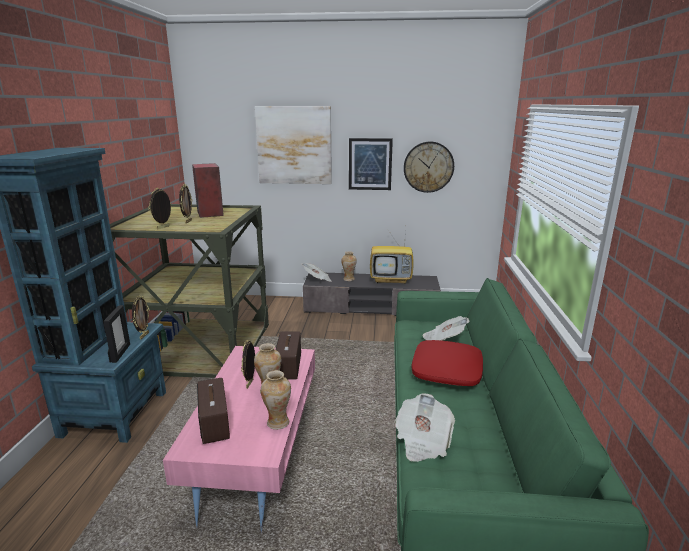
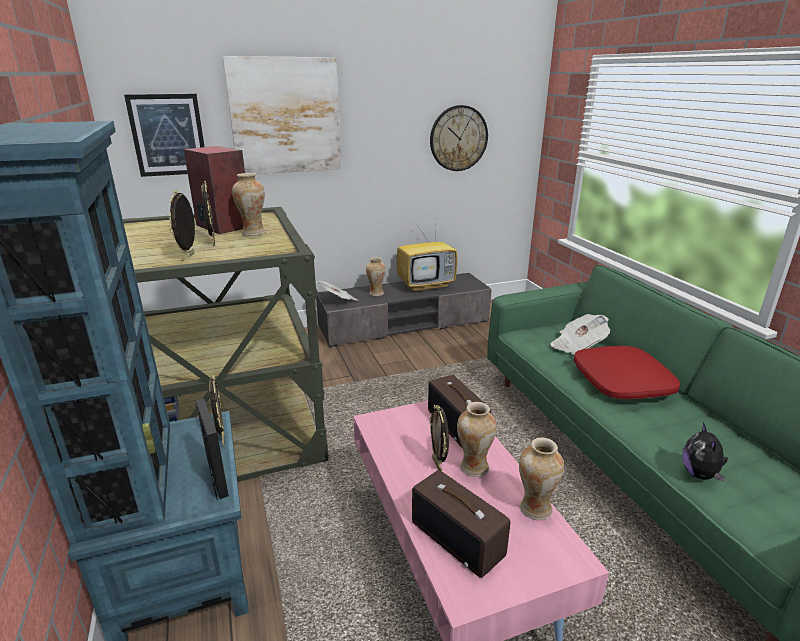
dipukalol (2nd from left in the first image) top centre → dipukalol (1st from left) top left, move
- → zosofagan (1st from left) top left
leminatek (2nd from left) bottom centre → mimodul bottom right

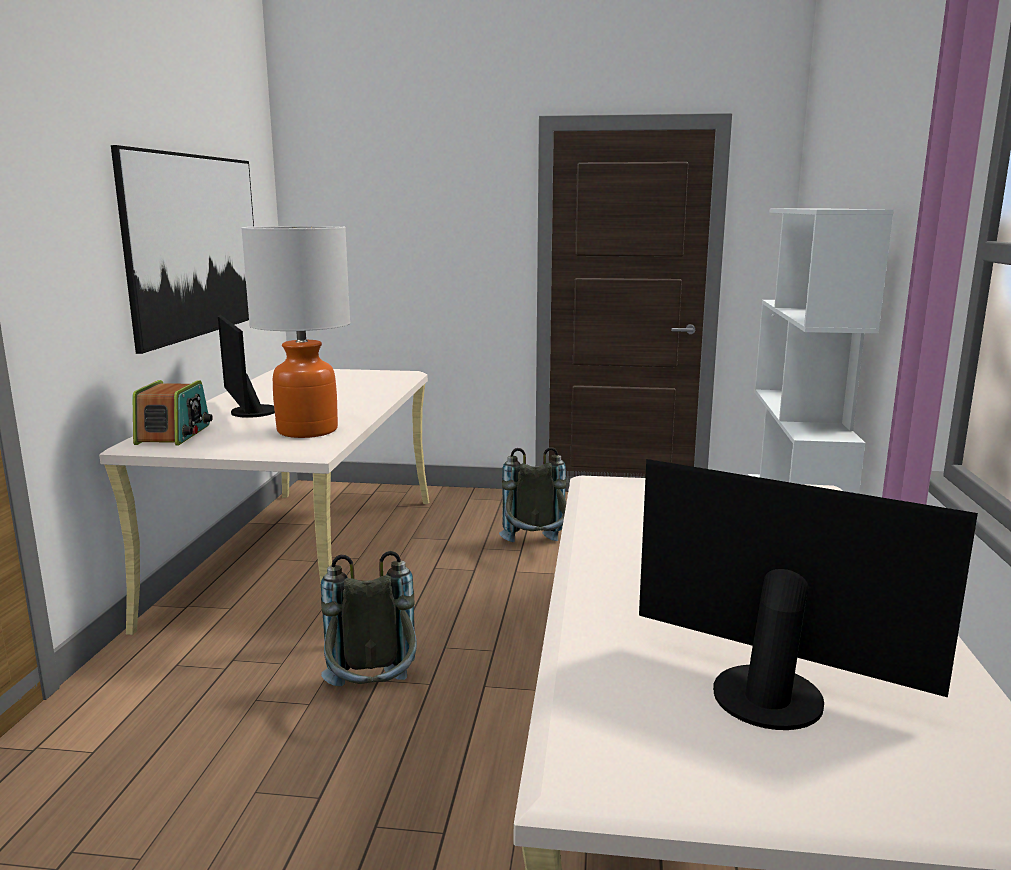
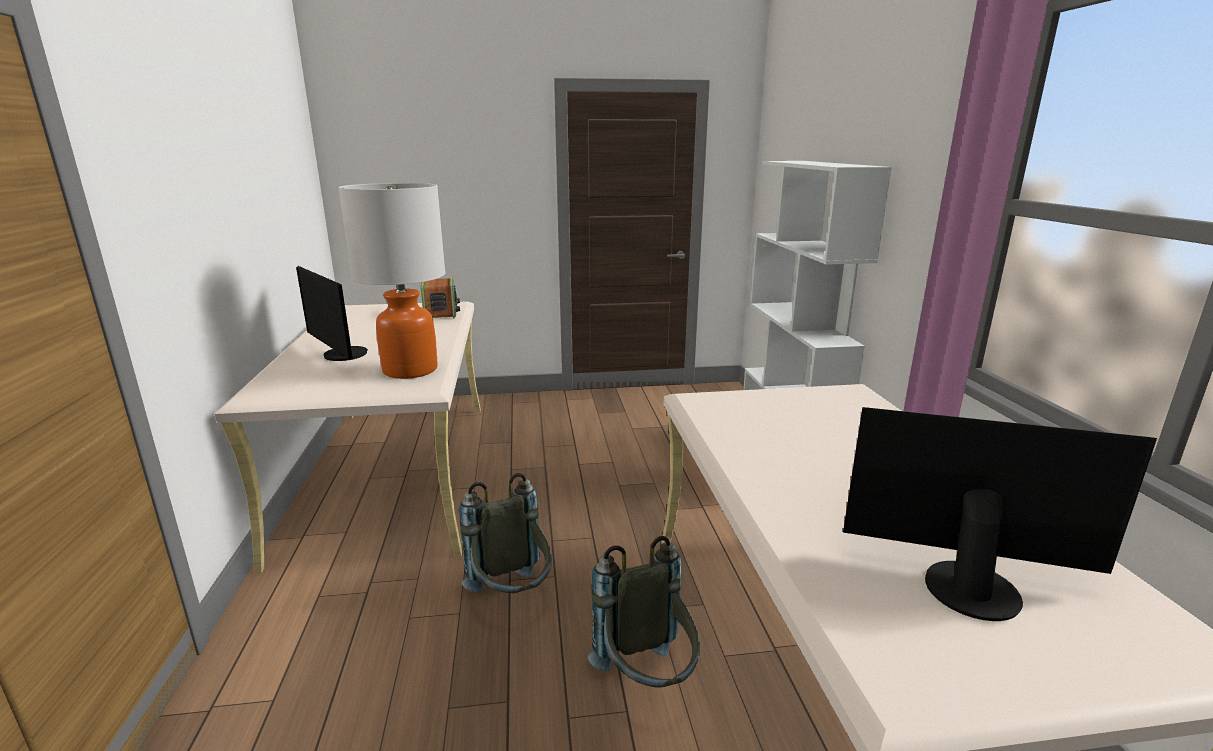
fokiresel middle left → fokiresel centre, move
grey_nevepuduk (2nd from left) centre → grey_nevepuduk (2nd from left) bottom centre, move
dipukalol top left → -

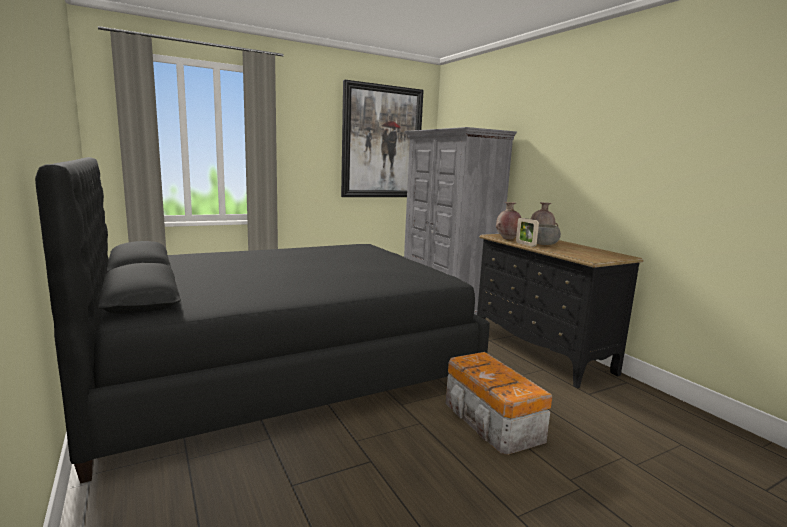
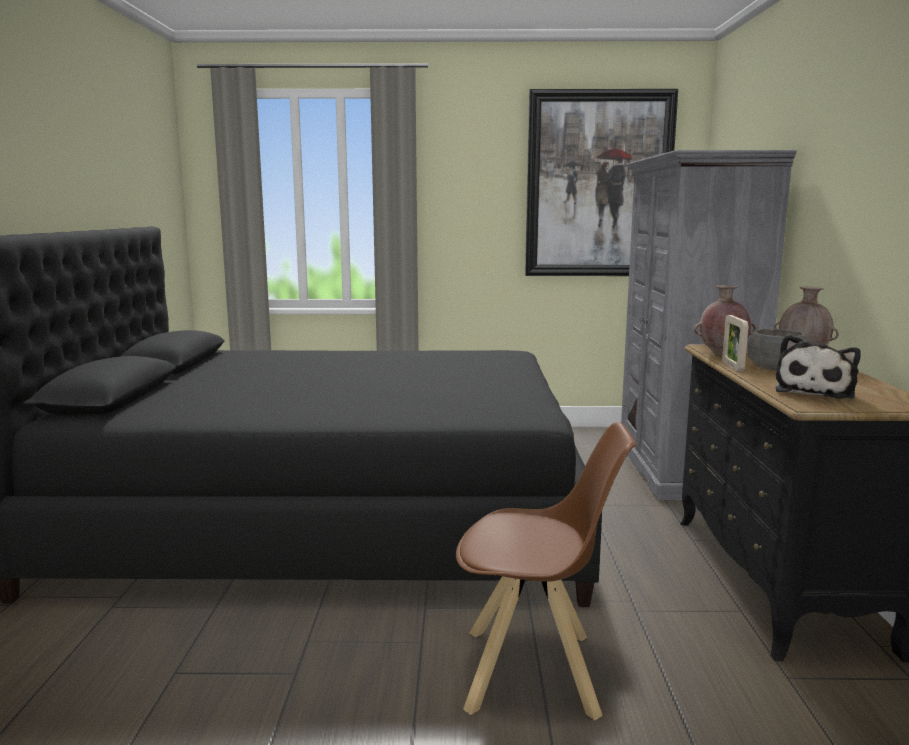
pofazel bottom centre → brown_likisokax bottom centre
- → mimodul middle right

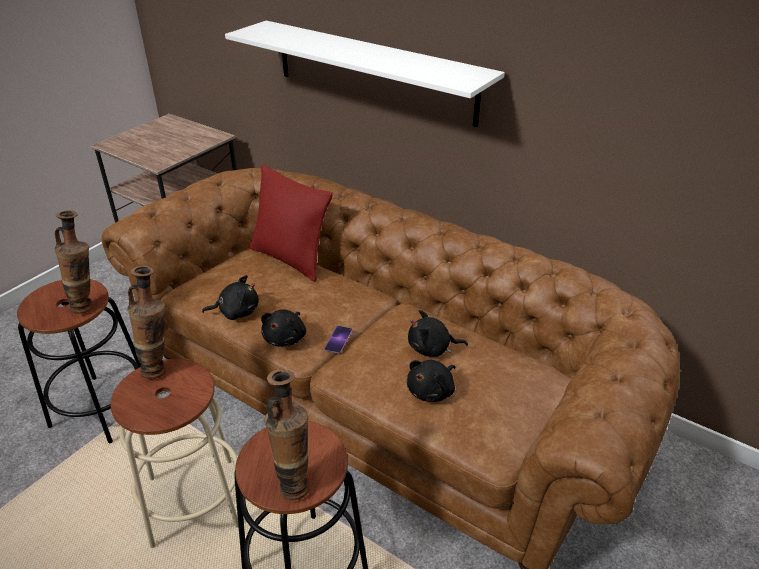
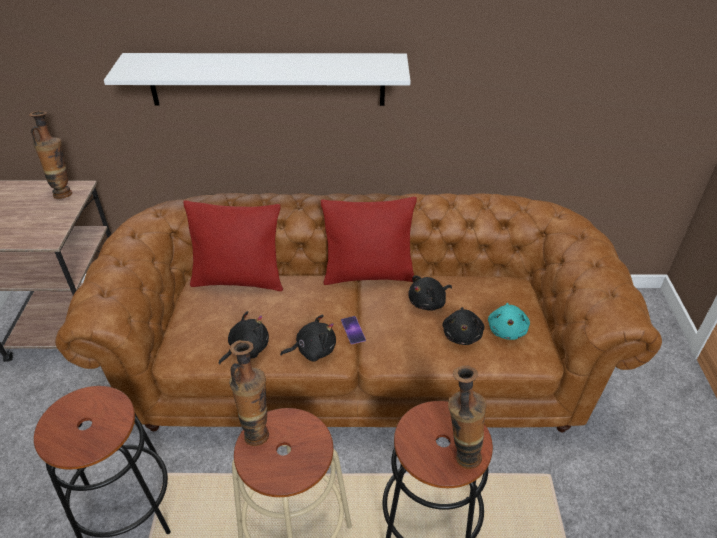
zosofagan (1st from left) middle left → zosofagan (1st from left) top left, move
black_mimodul (2nd from left) centre, 90 degrees counterclockwise
- → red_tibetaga (2nd from left) centre
- → turquoise_mimodul middle right

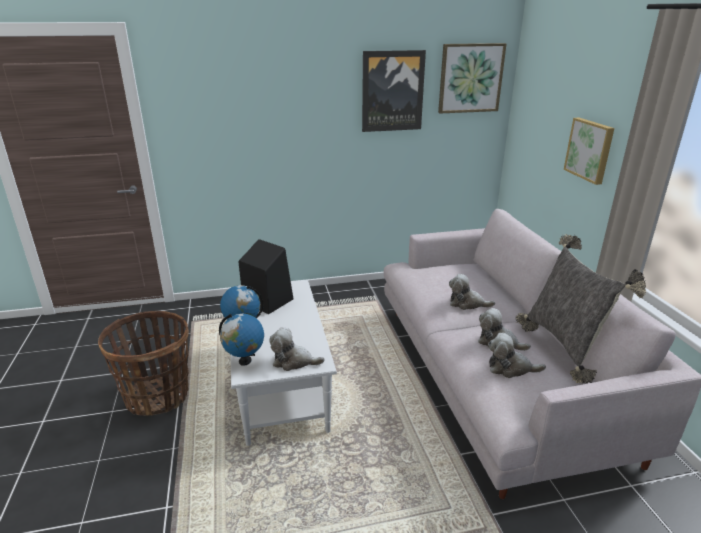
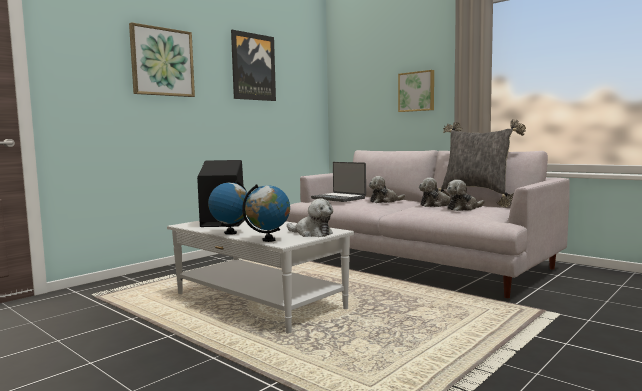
dipukalol (2nd from left in the first image) top right → dipukalol (1st from left) top left, move
mimodul (1st from left) centre, 120 degrees counterclockwise
- → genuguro centre
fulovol bottom left → -

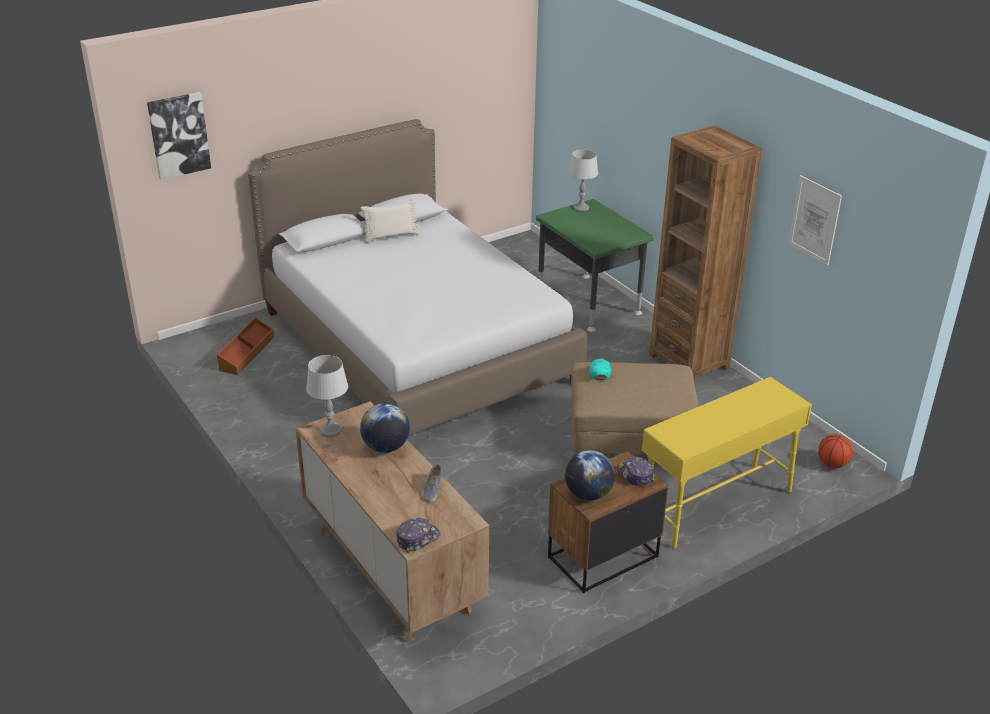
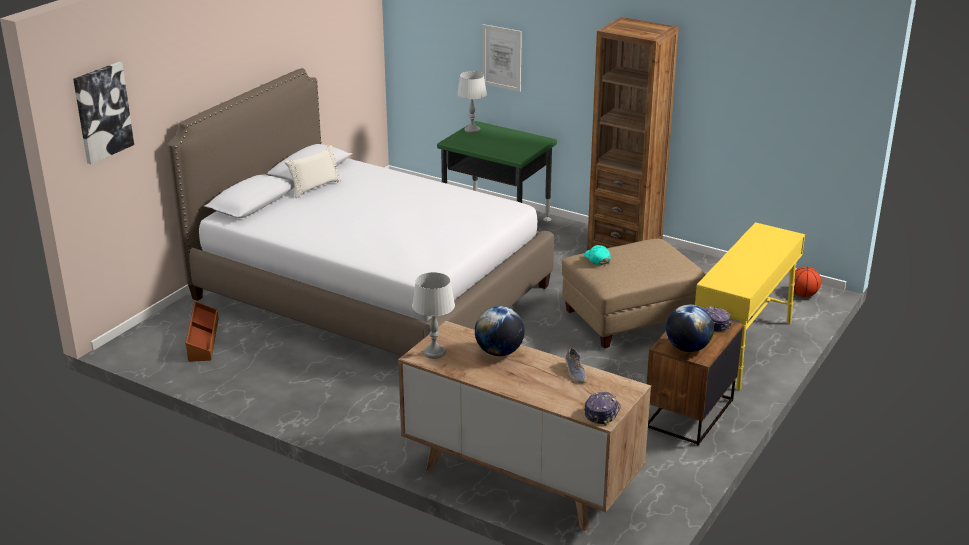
dipukalol (2nd from left) top right → dipukalol (2nd from left) top centre, move

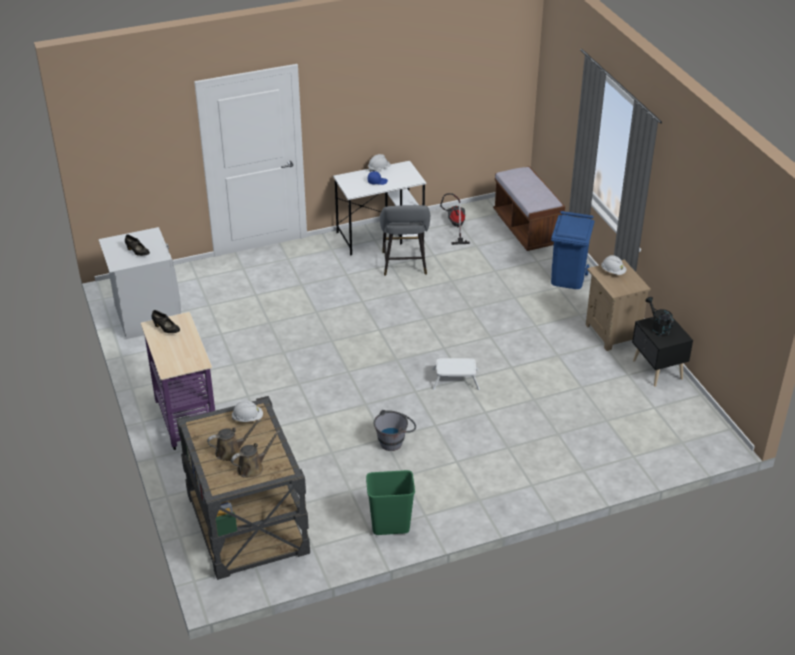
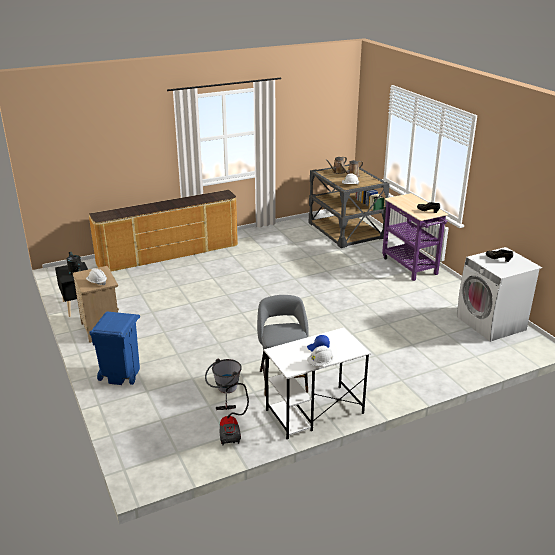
- → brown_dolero middle left
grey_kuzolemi centre → grey_kuzolemi bottom centre, move
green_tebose bottom centre → -
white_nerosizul centre → -
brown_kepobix top centre → -

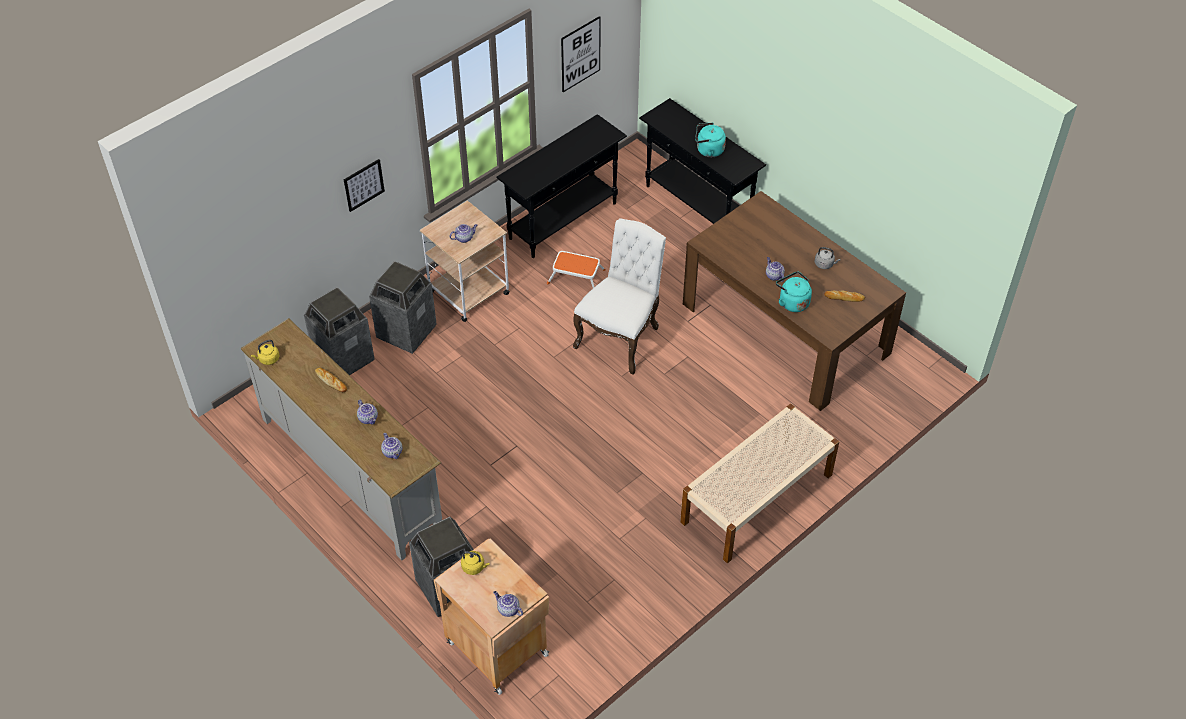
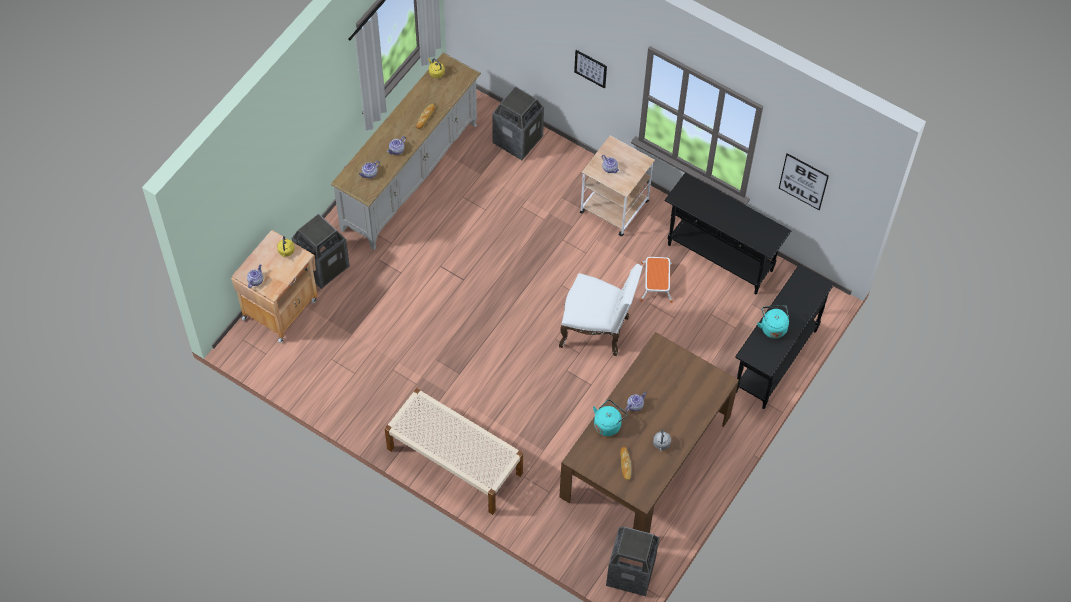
tebose (2nd from left in the first image) centre → tebose (3rd from left) bottom centre, move

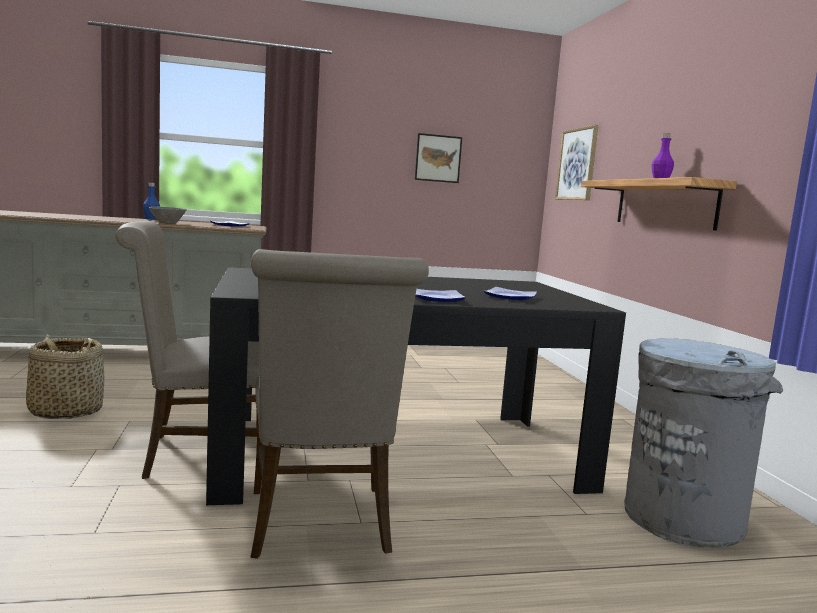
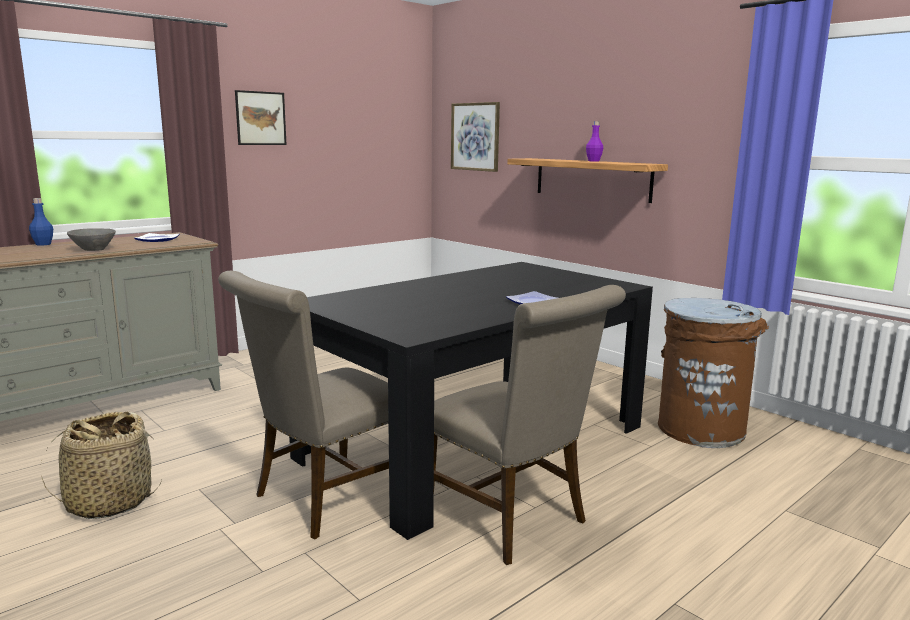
dipukalol (1st from left) top centre → dipukalol (1st from left) top left, move
grey_tebose bottom right → brown_tebose middle right
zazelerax (3rd from left) centre → -

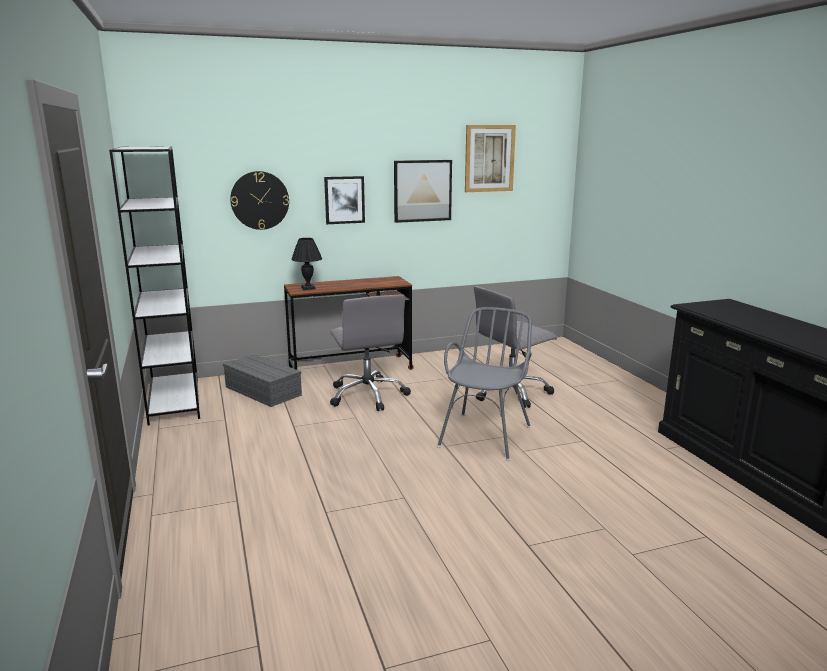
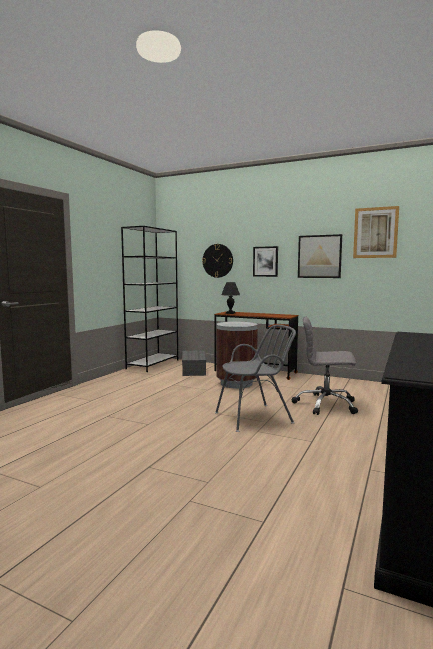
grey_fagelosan (1st from left) centre → brown_tebose centre

